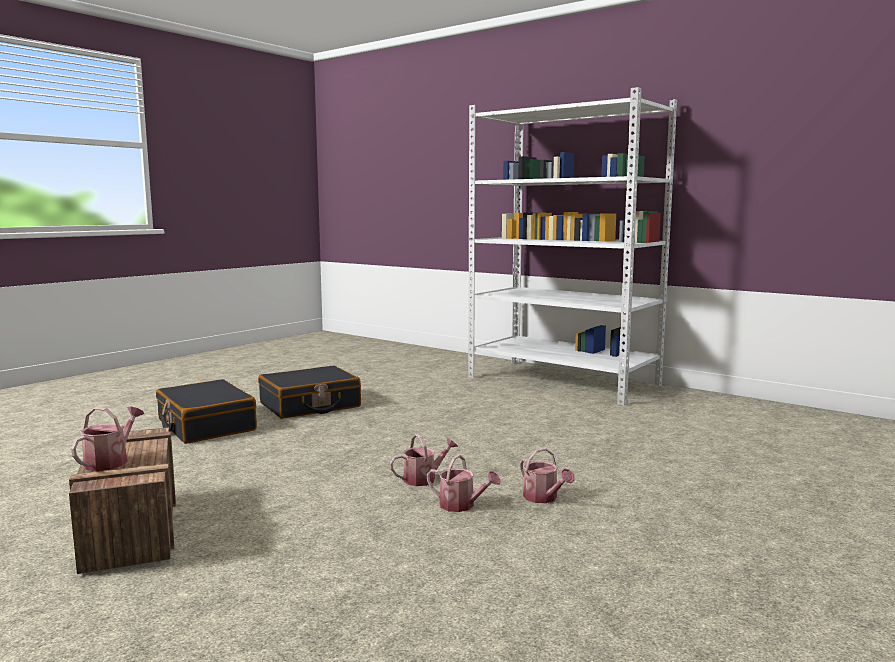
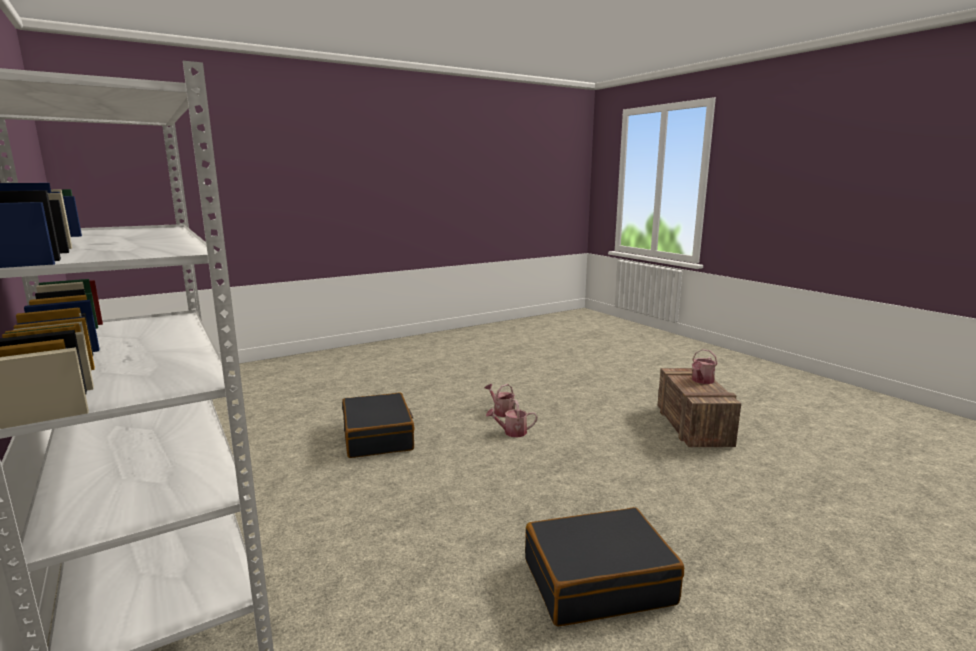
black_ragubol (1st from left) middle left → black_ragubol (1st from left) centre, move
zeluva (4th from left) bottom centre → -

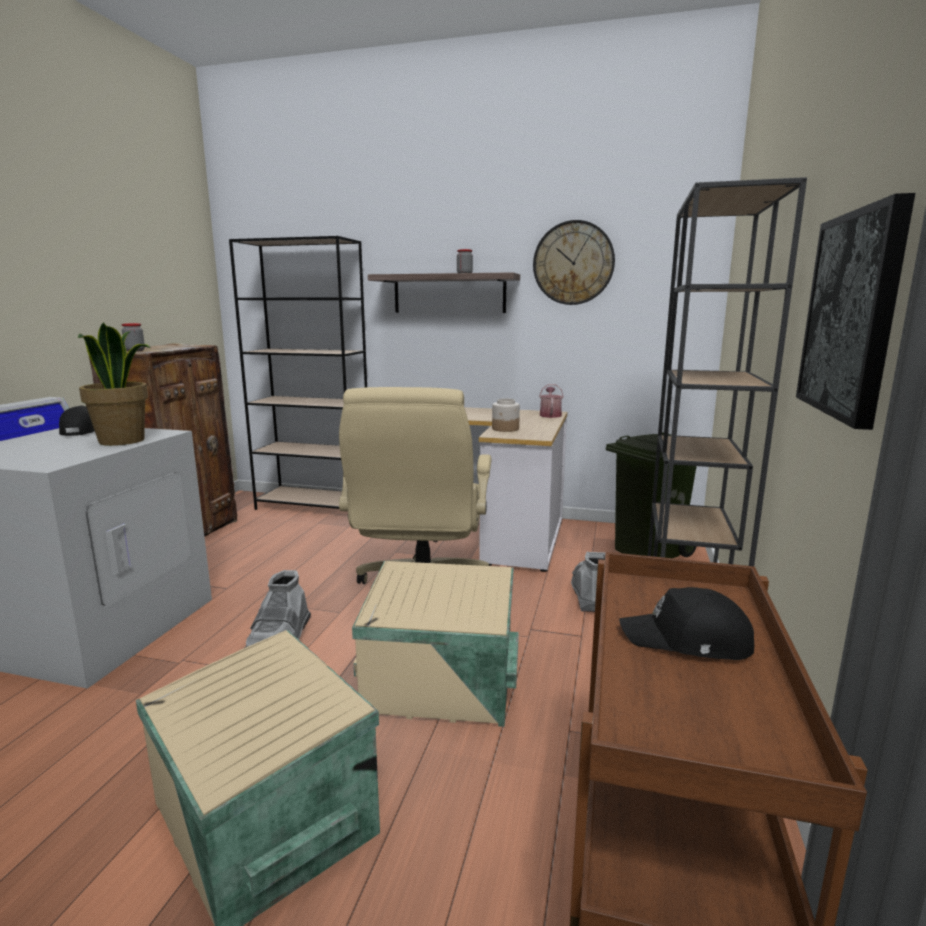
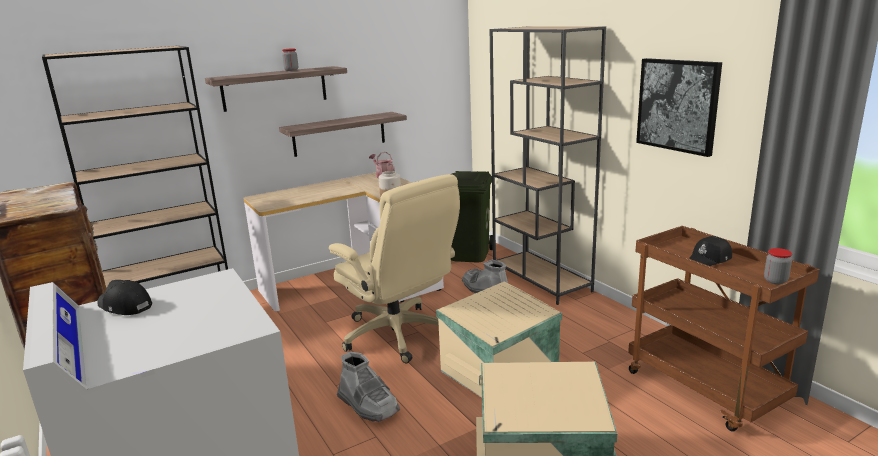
- → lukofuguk (2nd from left) top centre
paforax (1st from left in the first image) middle left → paforax (3rd from left) middle right, move
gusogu middle left → -
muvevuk top centre → -

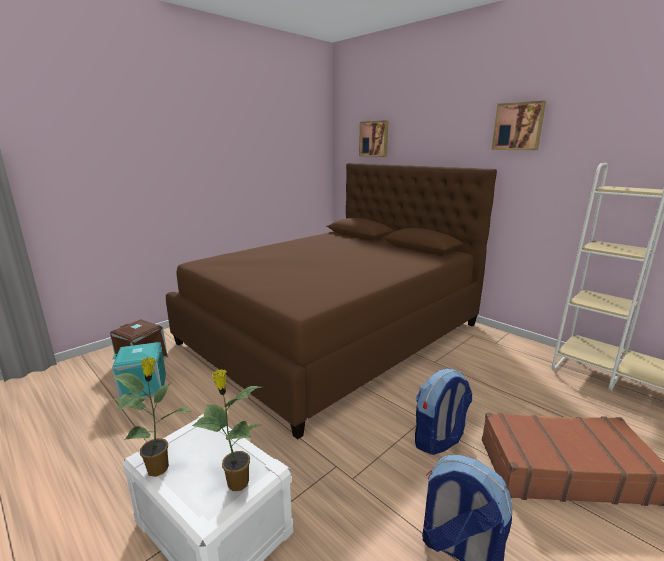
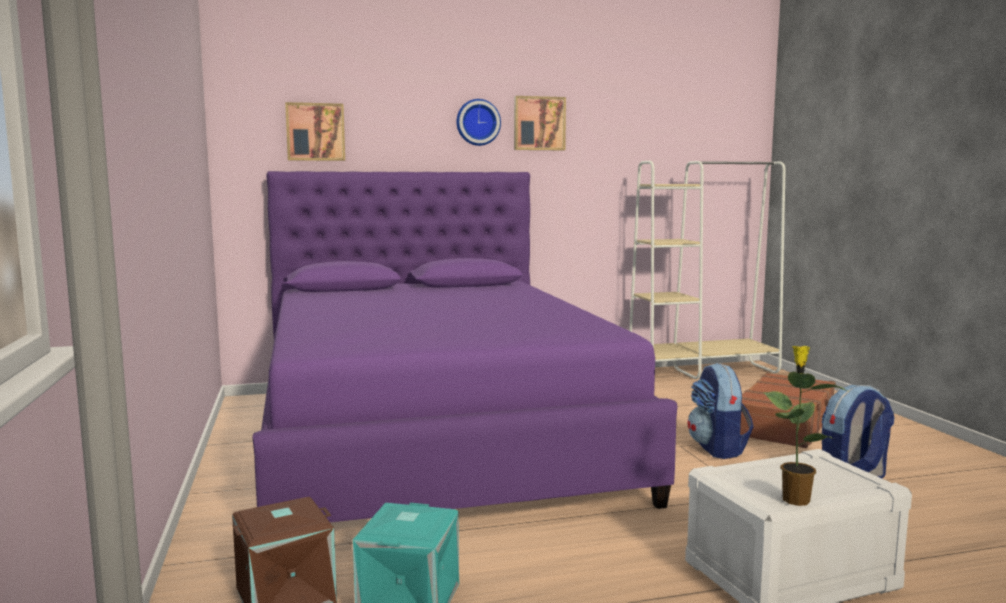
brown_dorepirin centre → purple_dorepirin centre
- → muvevuk top centre
gusogu (2nd from left) bottom centre → -

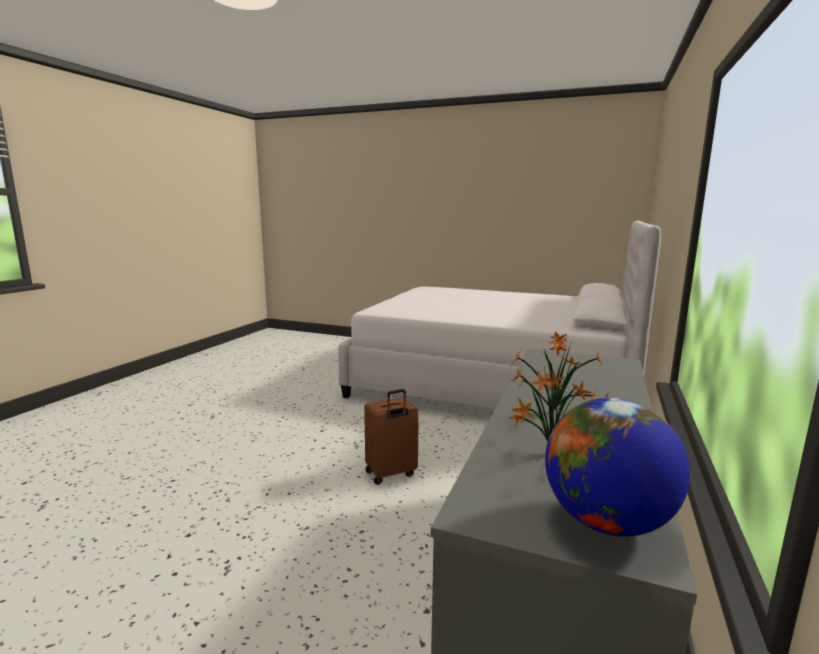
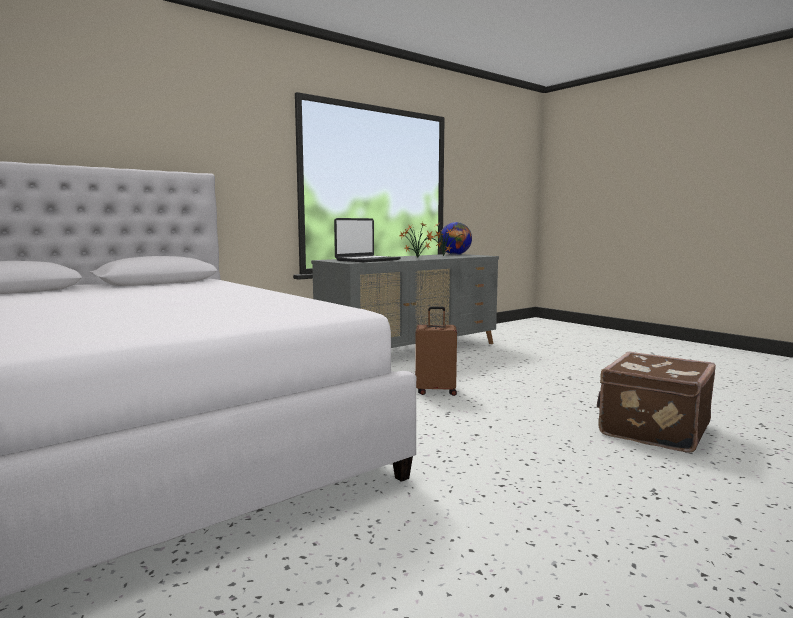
- → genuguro centre
- → brown_ragubol (2nd from left) middle right

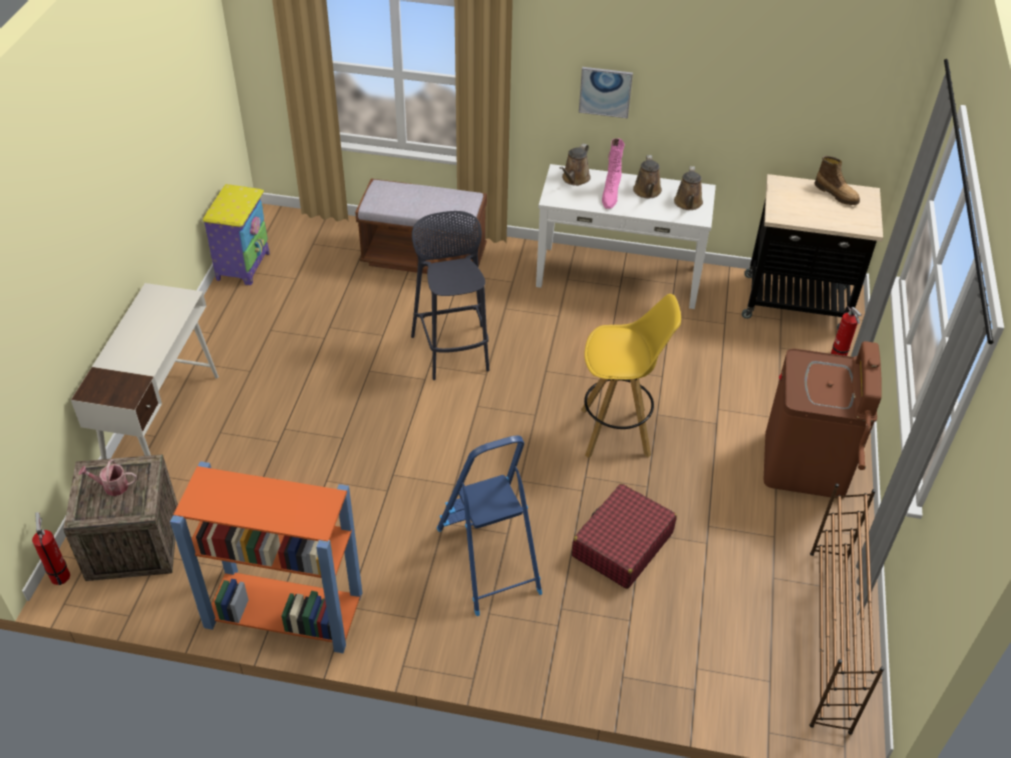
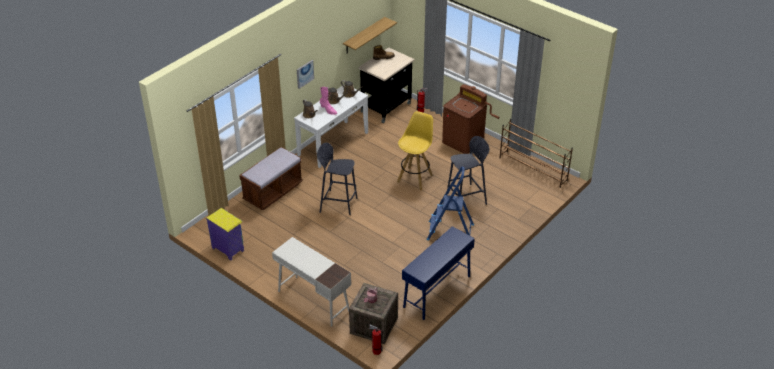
- → lukofuguk top centre
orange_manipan bottom left → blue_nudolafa bottom centre
red_ragubol bottom centre → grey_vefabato (2nd from left) centre

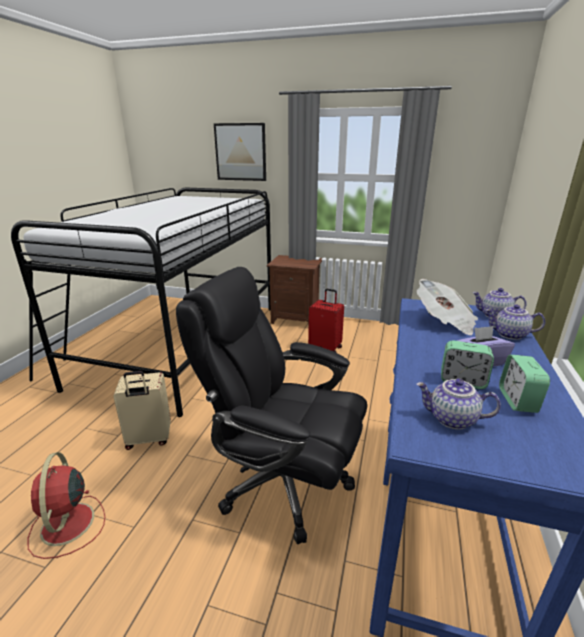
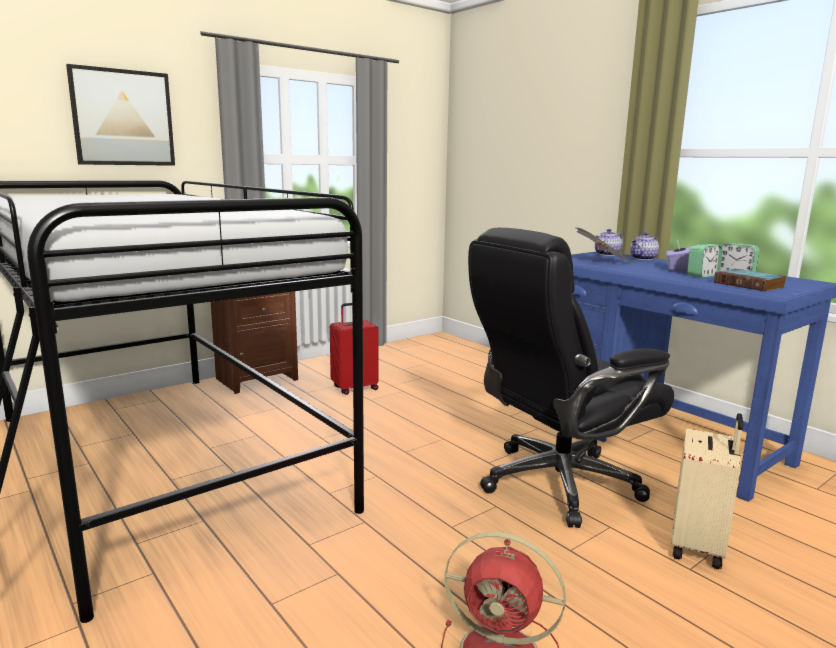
beige_ragubol middle left → beige_ragubol bottom right, move
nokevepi (1st from left) middle right → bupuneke middle right

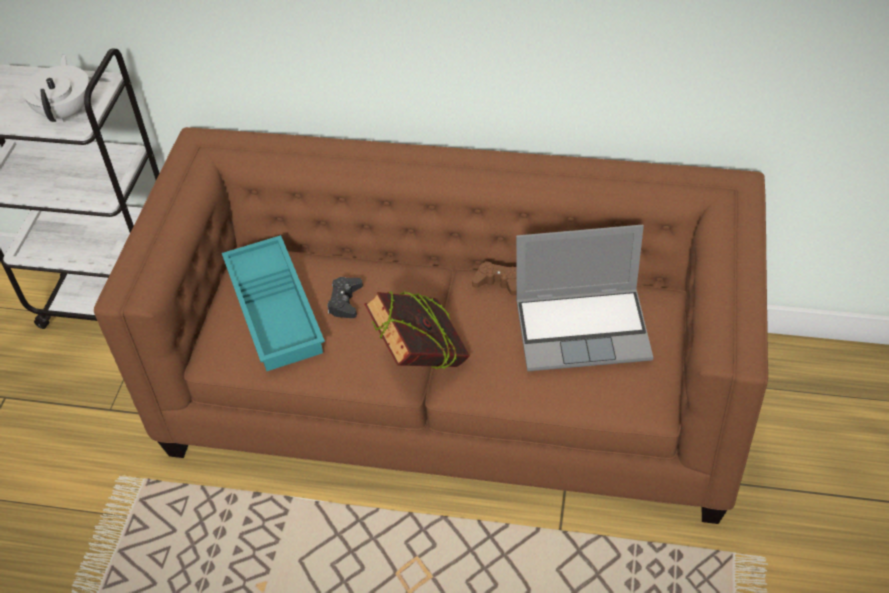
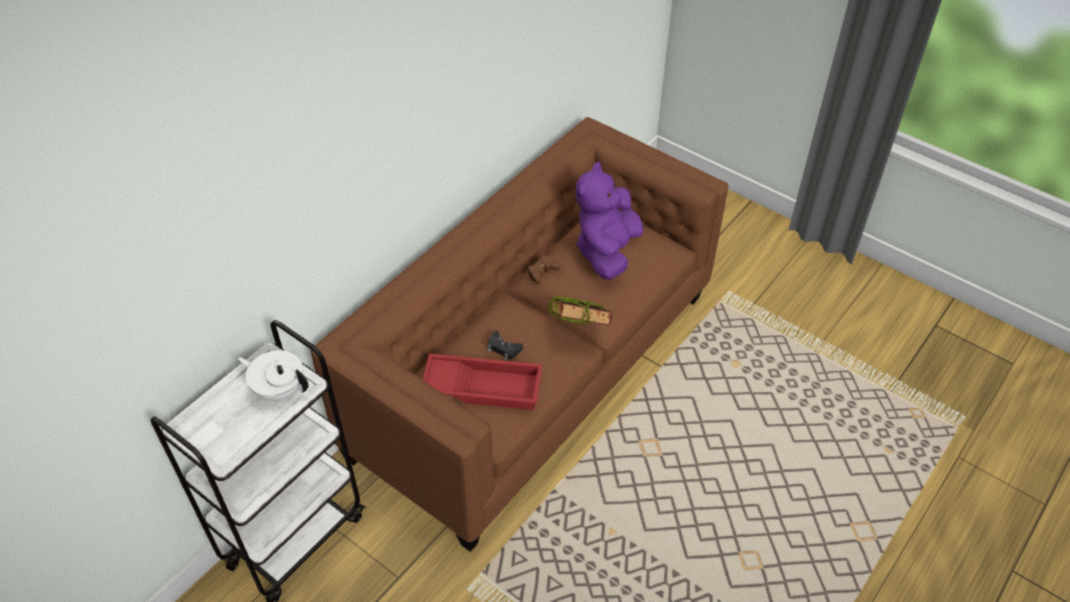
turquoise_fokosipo middle left → red_fokosipo centre
genuguro centre → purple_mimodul centre

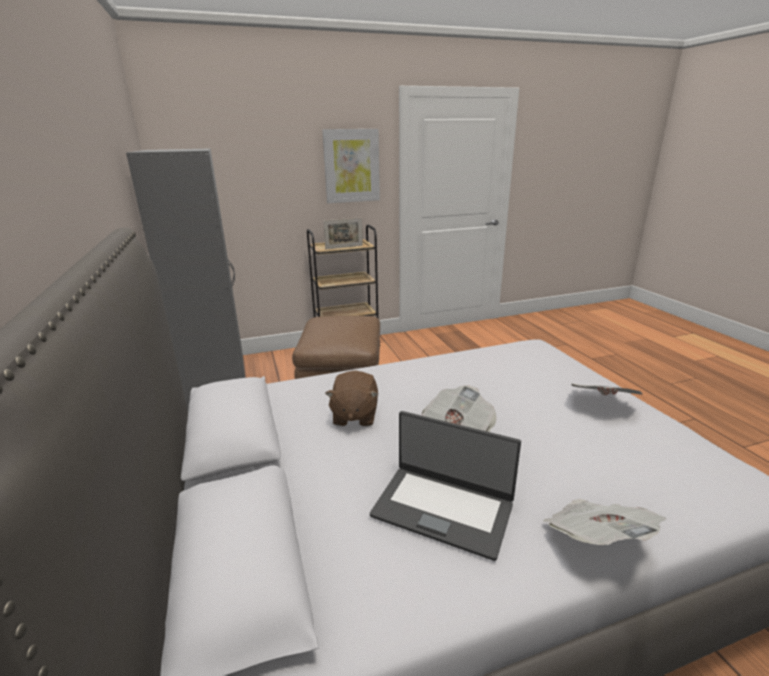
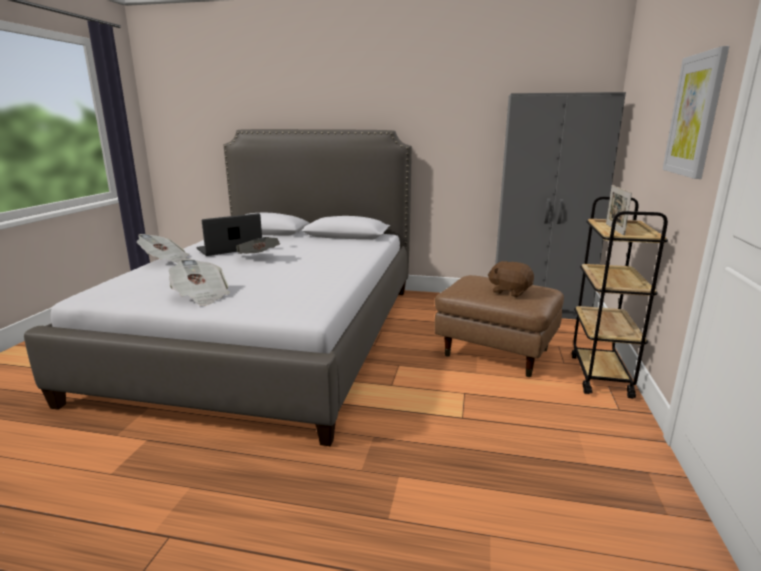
brown_mimodul centre → brown_mimodul middle right, move

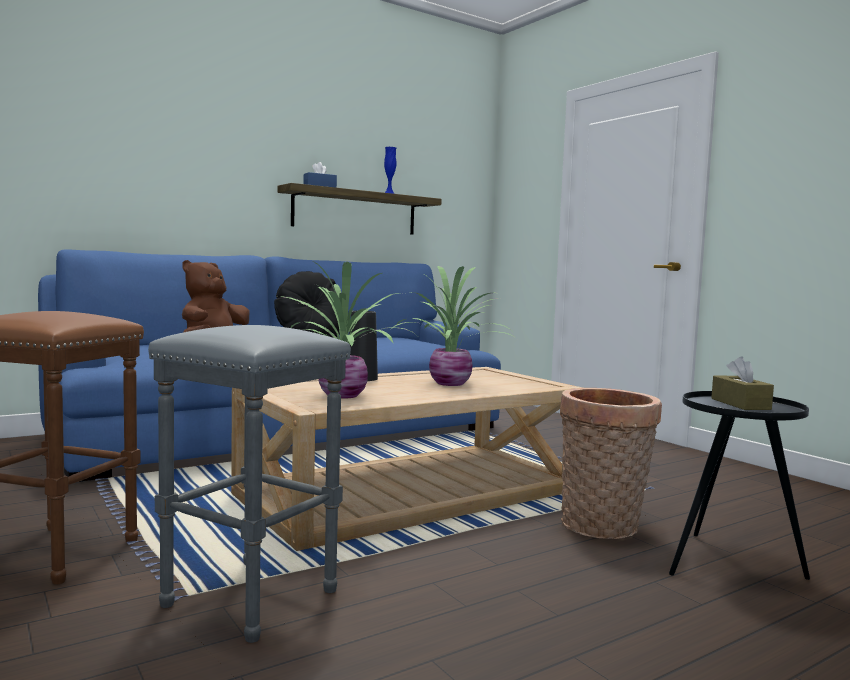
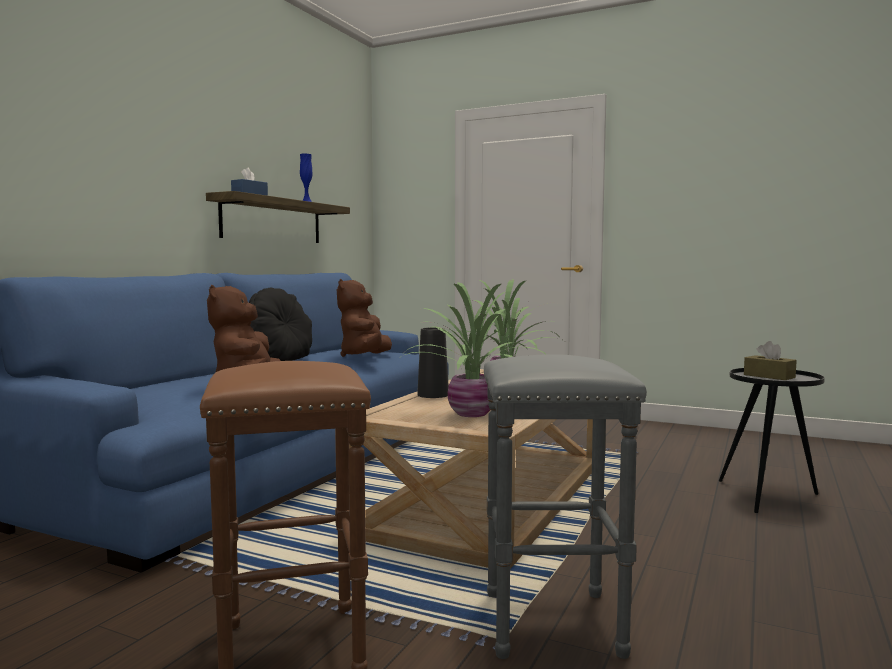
- → brown_mimodul (2nd from left) centre
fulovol bottom right → -

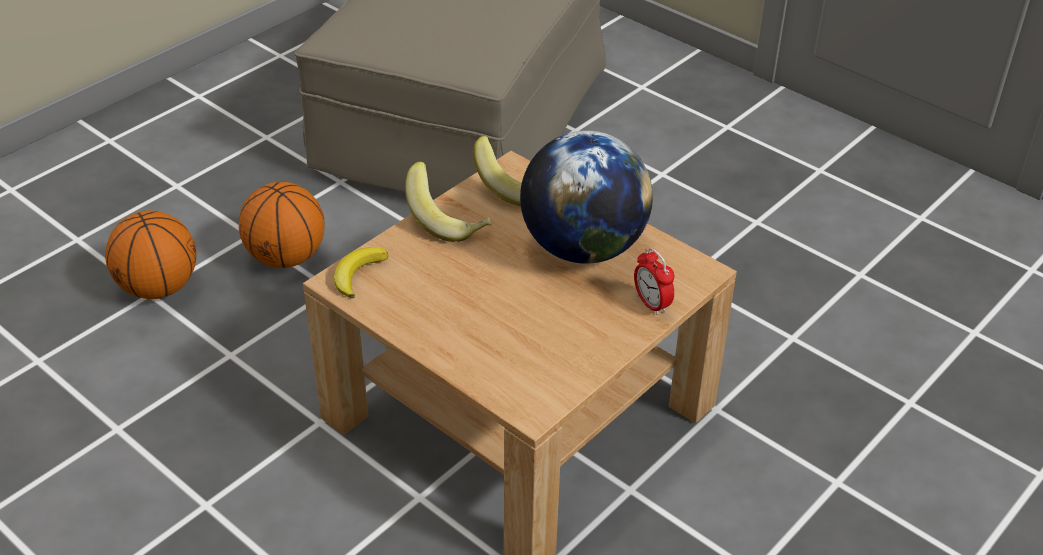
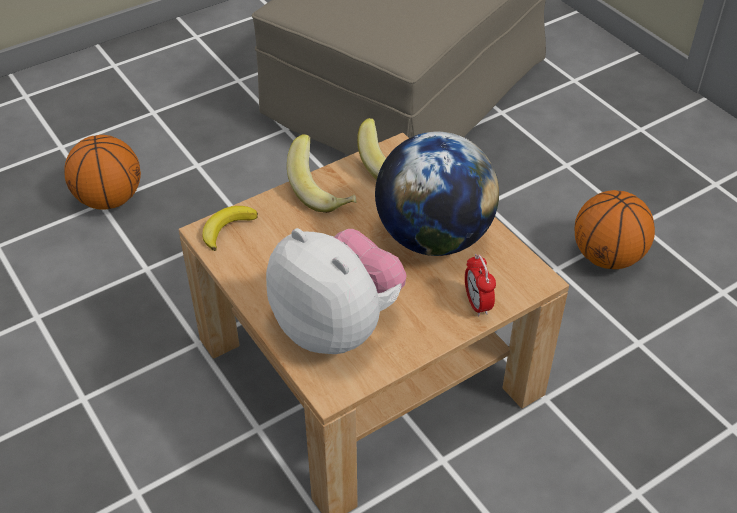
- → mimodul centre
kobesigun (2nd from left) middle left → kobesigun (2nd from left) middle right, move

